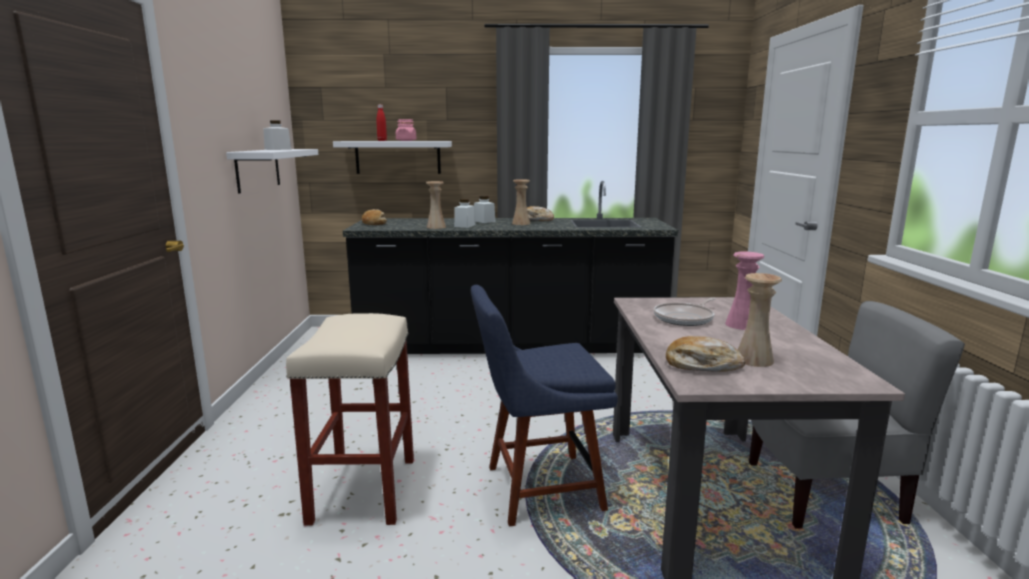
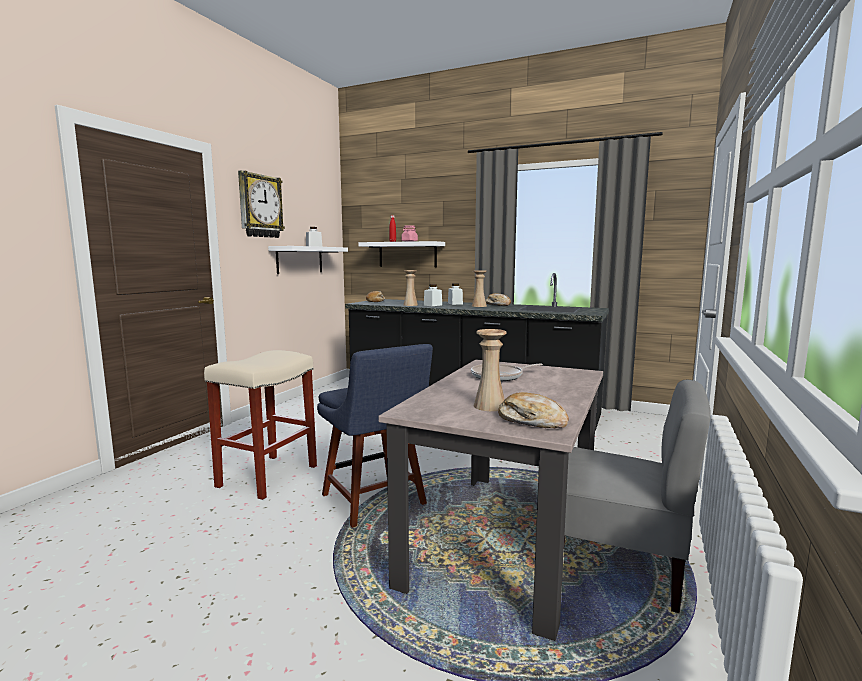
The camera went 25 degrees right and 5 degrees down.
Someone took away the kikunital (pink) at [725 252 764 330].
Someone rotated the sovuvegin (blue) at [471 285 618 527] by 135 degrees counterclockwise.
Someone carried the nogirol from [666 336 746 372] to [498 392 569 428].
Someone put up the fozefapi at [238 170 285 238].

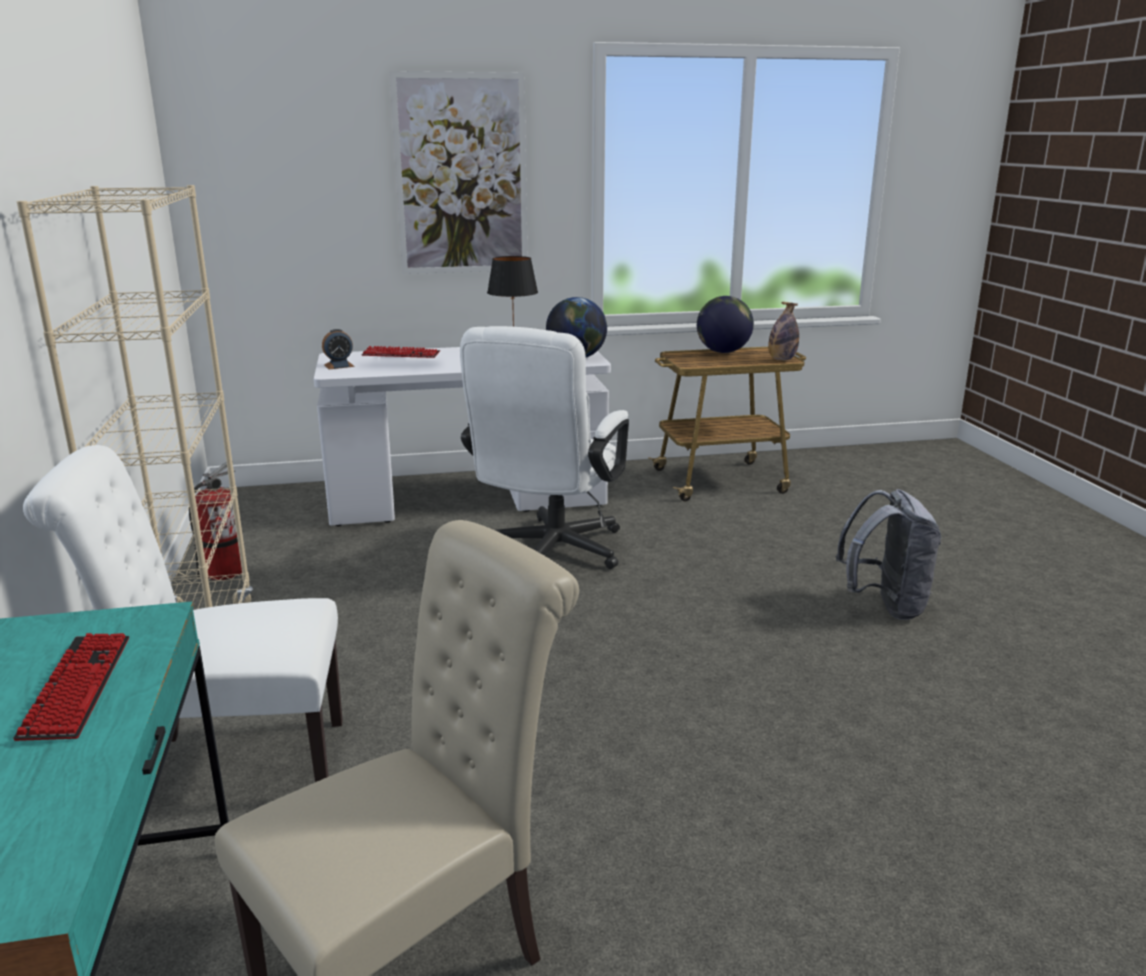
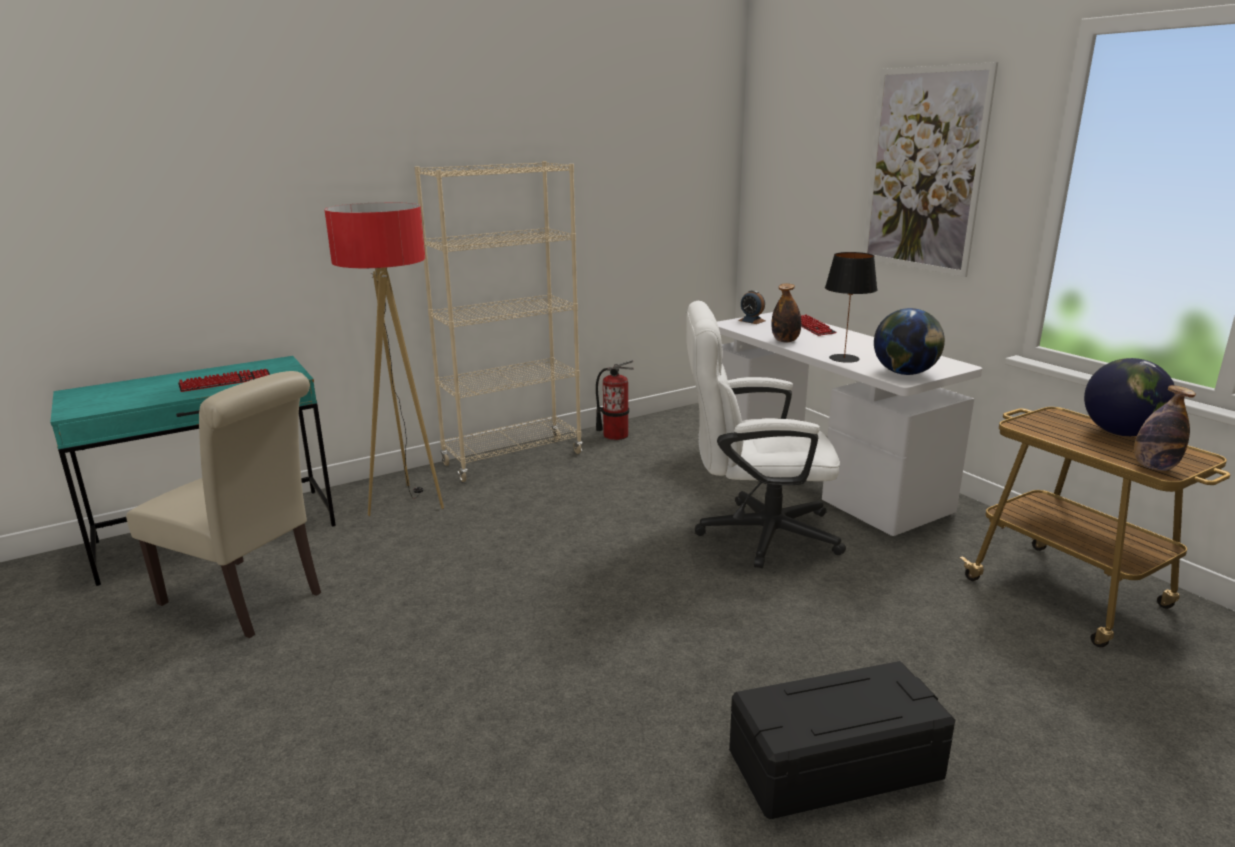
The camera went 70 degrees right and 0 degrees up.
Someone swapped the sovuvegin (white) at [23 445 343 782] for the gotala at [324 202 444 516].
Someone swapped the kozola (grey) at [836 489 941 620] for the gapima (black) at [729 661 955 819].
Someone put down the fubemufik at [771 283 801 342].

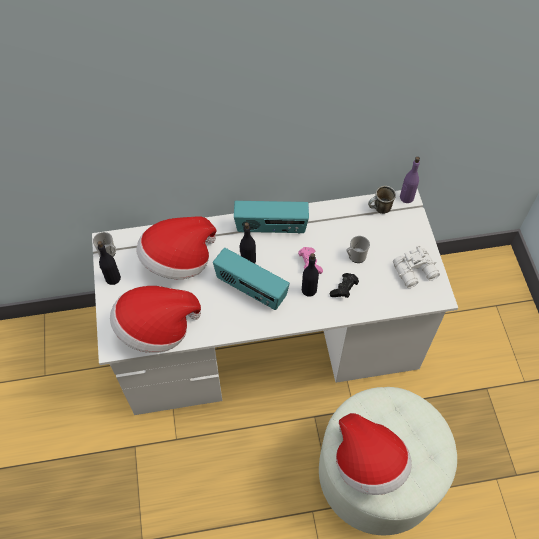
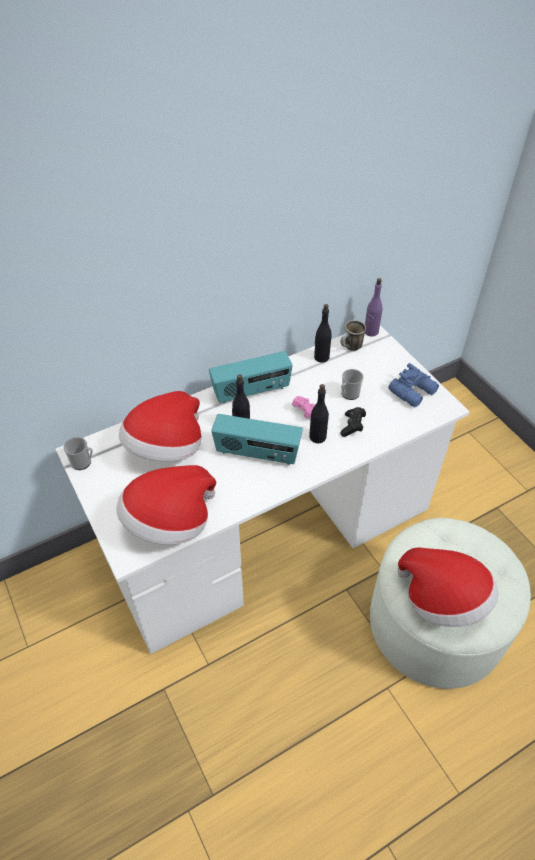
The camera went 20 degrees left and 10 degrees down.
Someone carried the fubemufik (black) from [97 241 121 285] to [314 304 332 363].
Someone repainted the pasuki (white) at [393 246 440 288], which became the pasuki (blue) at [388 363 439 407].

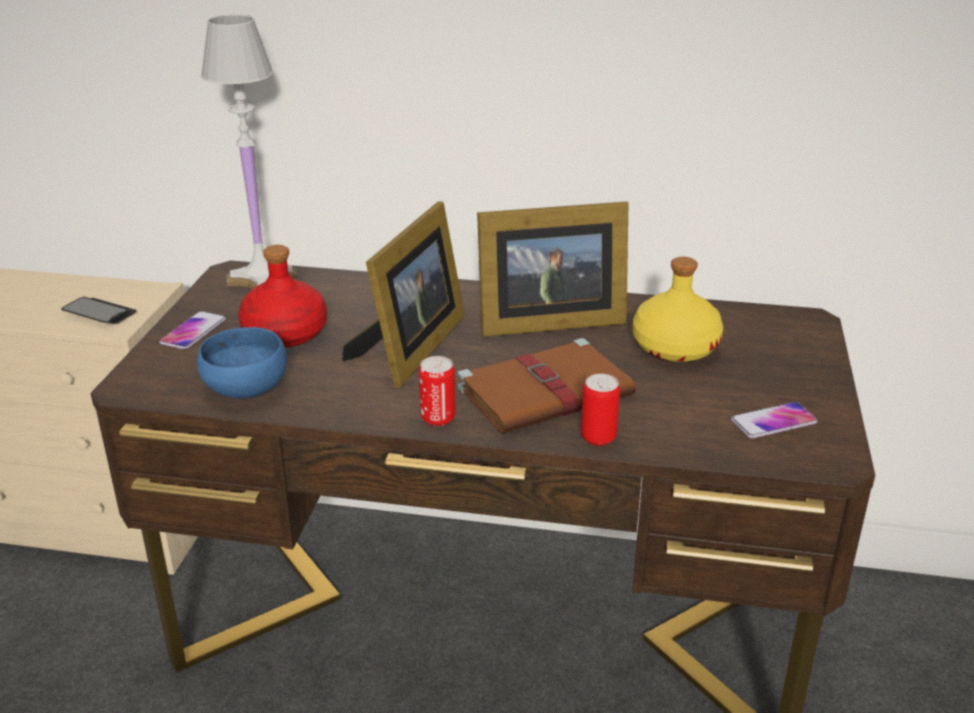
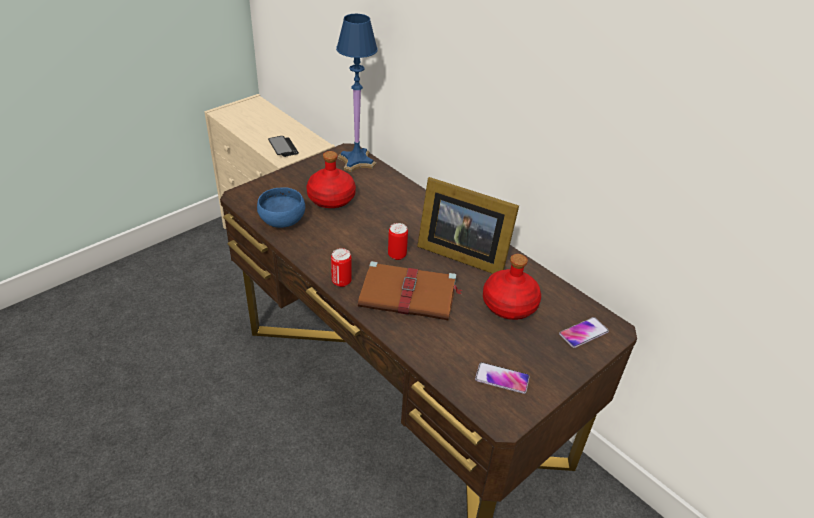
The camera went 35 degrees right and 10 degrees up.
Someone repainted the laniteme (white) at [201 14 297 289], which became the laniteme (blue) at [336 14 378 172].
Someone took away the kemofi at [342 201 465 388].
Someone repainted the fubemufik (yellow) at [633 257 723 362], which became the fubemufik (red) at [483 254 541 320].
Someone carried the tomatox from [159 311 226 349] to [559 317 609 348].
Someone carried the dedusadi from [581 374 620 446] to [388 223 408 260].

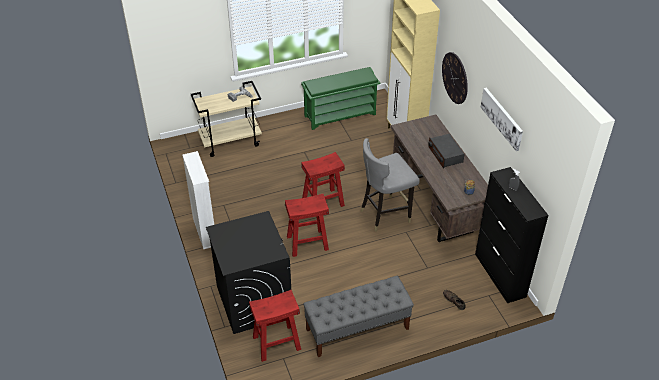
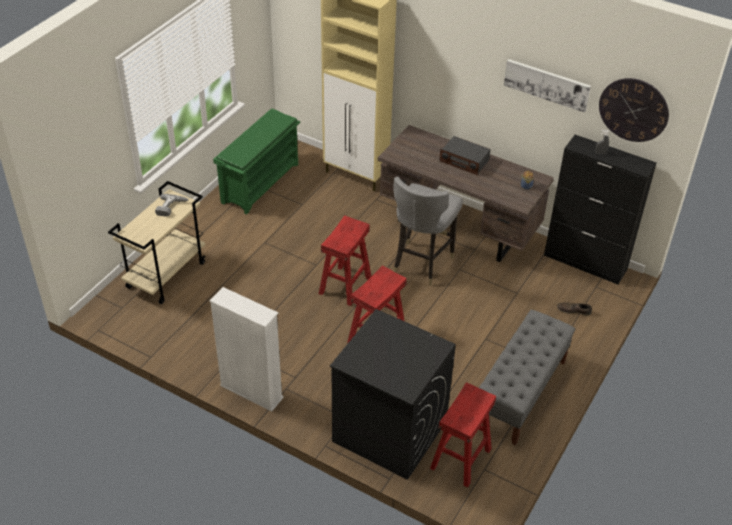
The camera went 40 degrees left and 0 degrees up.
Someone carried the fozefapi from [442 52 468 104] to [599 78 669 142].

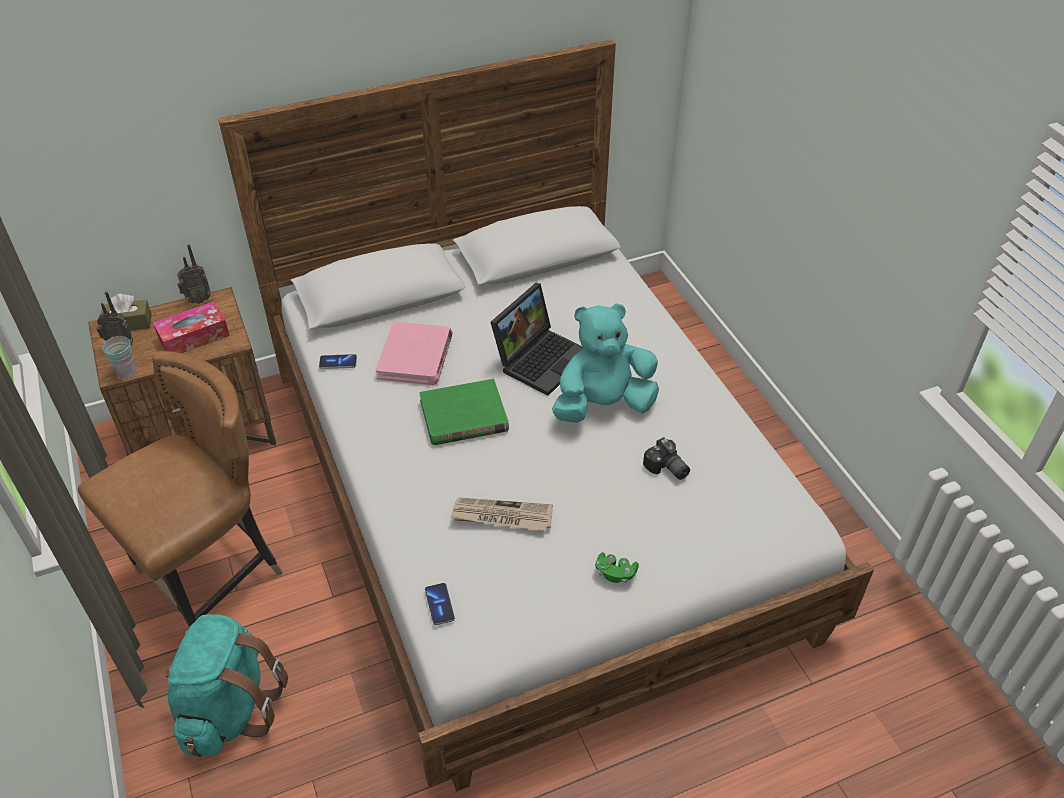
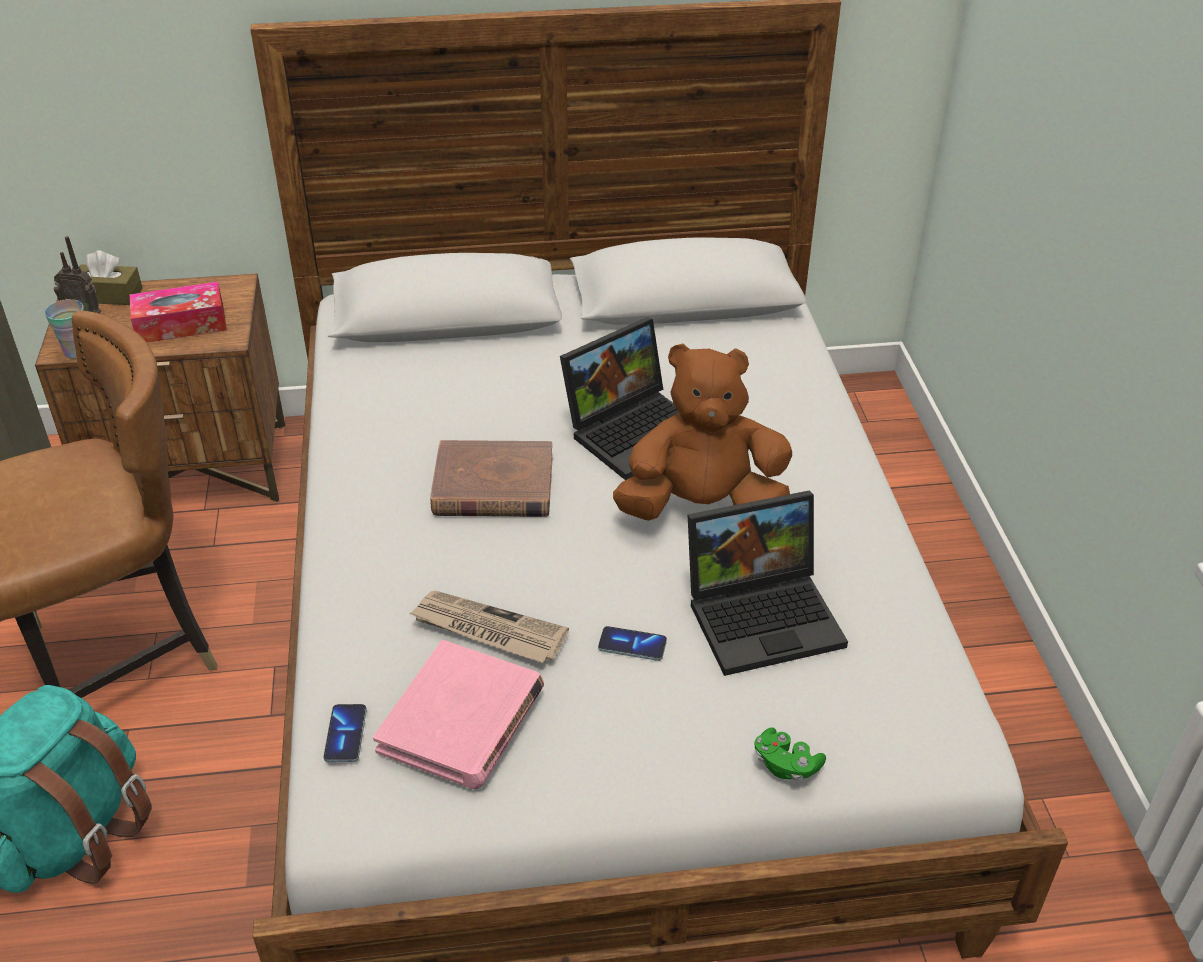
The camera went 15 degrees right and 5 degrees down.
Someone took away the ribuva at [177 244 211 304].
Someone repainted the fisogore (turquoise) at [552 303 659 423], which became the fisogore (brown) at [613 343 792 521].
Someone carried the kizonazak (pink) from [376 321 453 385] to [373 640 544 789].
Someone carried the tomatox from [319 354 357 369] to [598 626 667 661].
Someone repainted the kizonazak (green) at [420 379 509 445], which became the kizonazak (brown) at [430 440 553 517].
Someone swapped the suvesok at [643 437 690 480] for the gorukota at [688 491 848 676].
Someone carried the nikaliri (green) from [595 552 639 583] to [755 727 826 781].

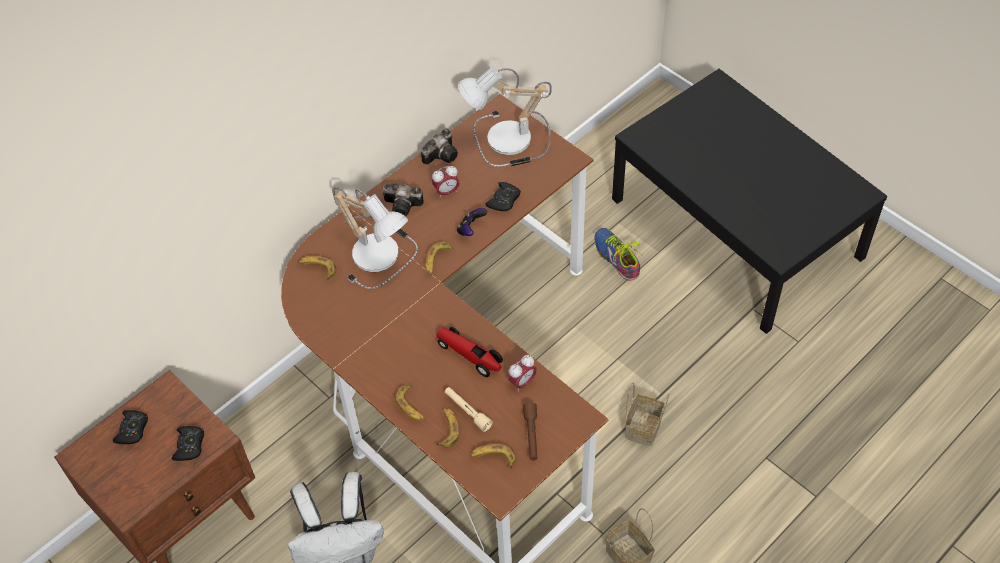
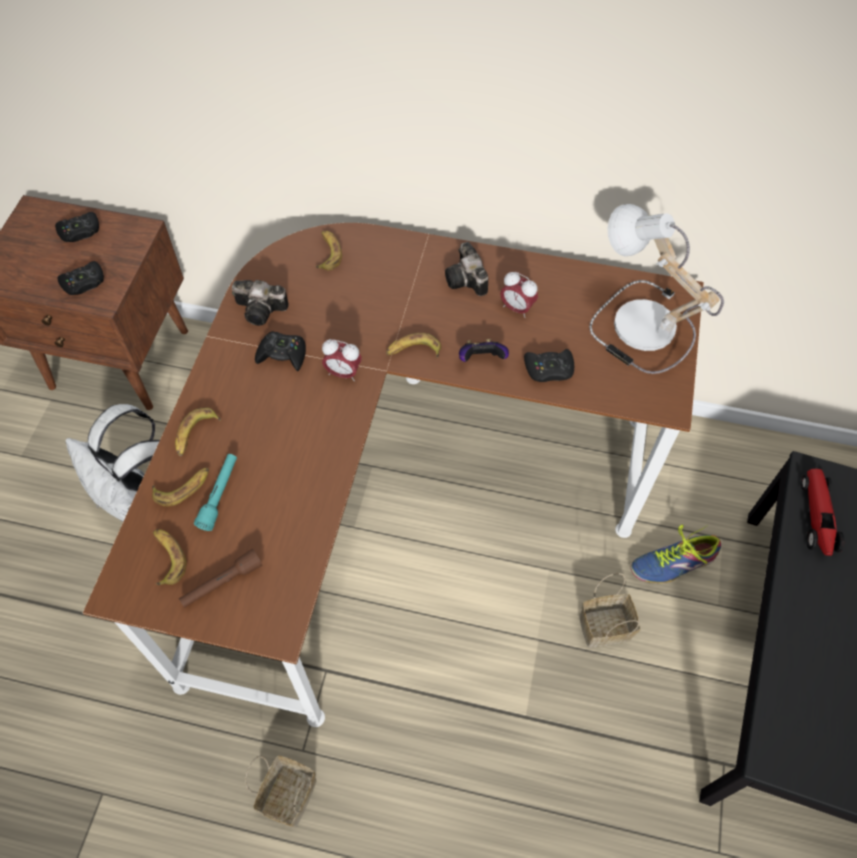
The camera went 55 degrees right and 5 degrees up.
Someone carried the suvesok from [421 129 458 165] to [232 280 289 326].
Someone took away the laniteme at [333 187 418 289].
Someone rotated the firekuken at [594 228 642 281] by 135 degrees counterclockwise.
Someone carried the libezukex from [436 327 503 377] to [801 469 844 556].
Someone carried the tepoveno from [507 355 537 392] to [322 339 362 381].
Someone carried the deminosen from [625 382 669 447] to [579 573 641 648].
Someone repainted the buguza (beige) at [445 387 493 432], which became the buguza (turquoise) at [194 454 237 531].
Someone put down the nikaliri (black) at [255 331 306 371].

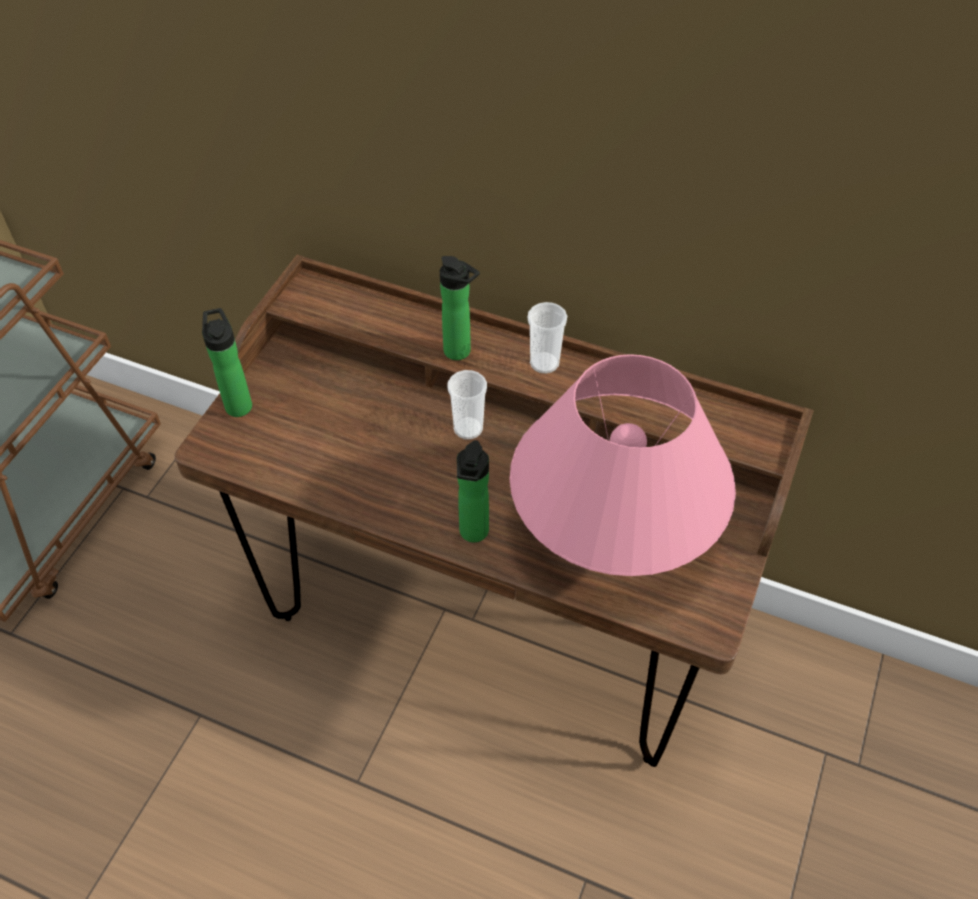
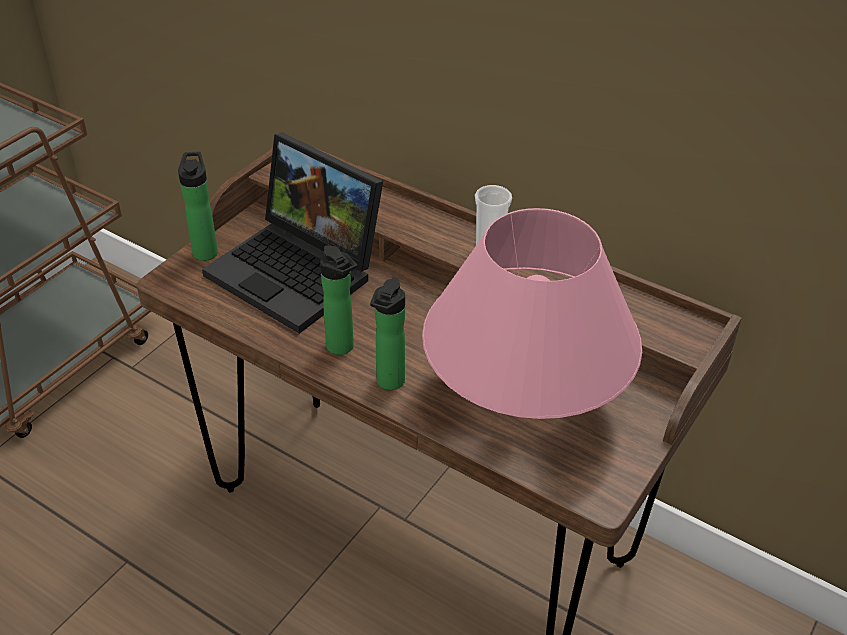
The camera went 10 degrees right and 10 degrees down.
Someone carried the fubemufik from [440 256 480 360] to [320 245 358 355].
Someone took away the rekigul at [447 370 487 440].
Someone put down the gorukota at [202 133 383 334].

